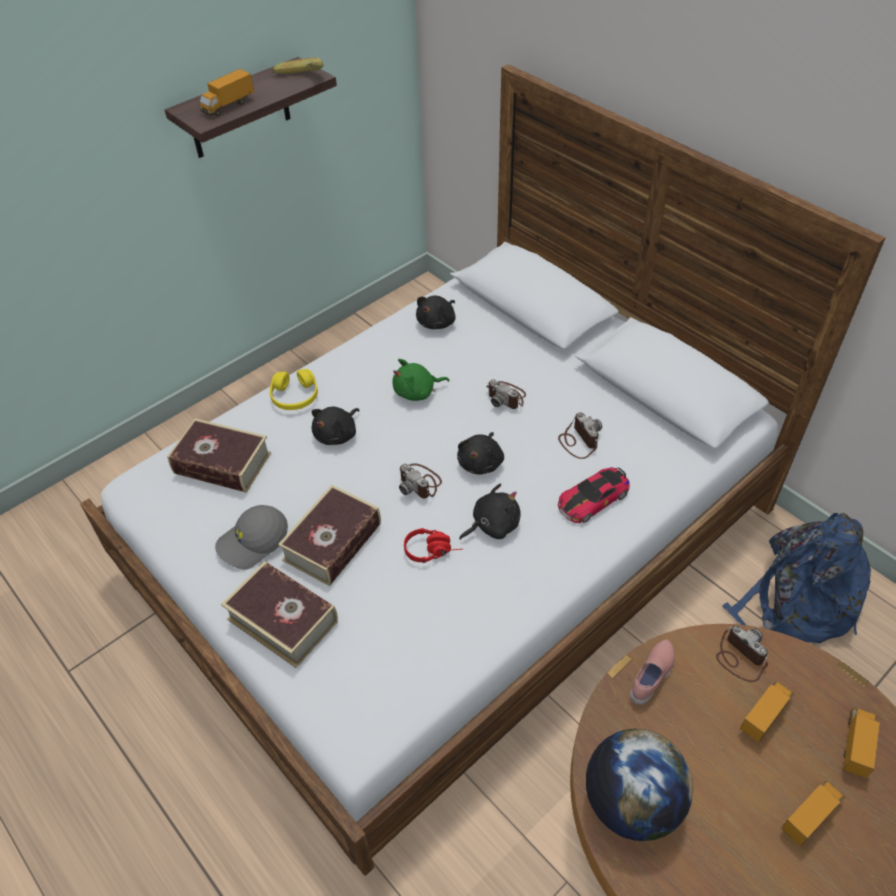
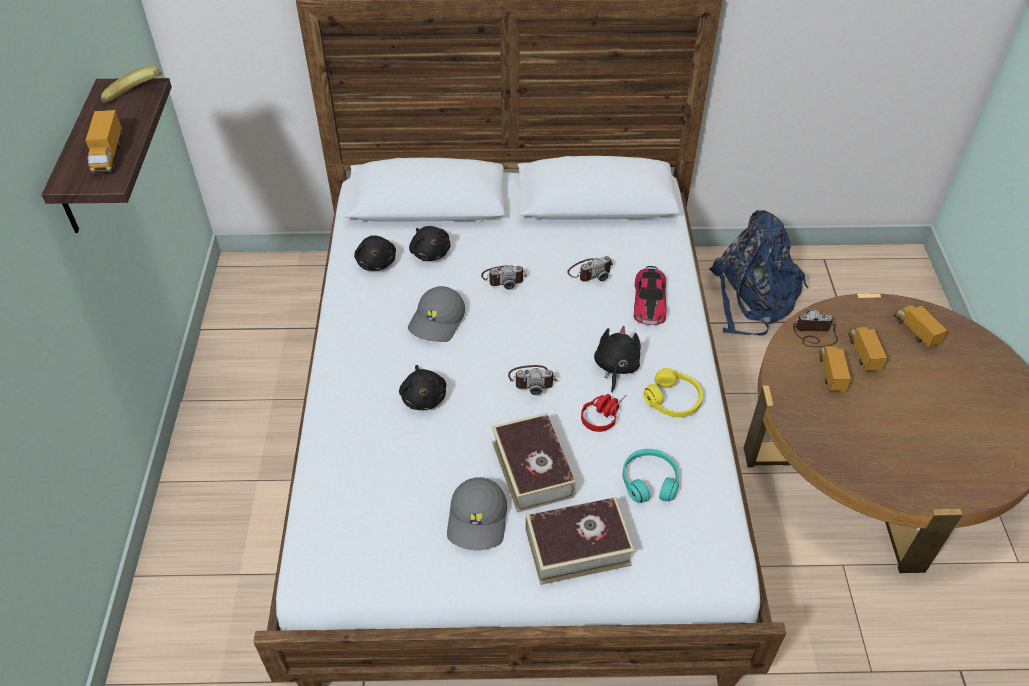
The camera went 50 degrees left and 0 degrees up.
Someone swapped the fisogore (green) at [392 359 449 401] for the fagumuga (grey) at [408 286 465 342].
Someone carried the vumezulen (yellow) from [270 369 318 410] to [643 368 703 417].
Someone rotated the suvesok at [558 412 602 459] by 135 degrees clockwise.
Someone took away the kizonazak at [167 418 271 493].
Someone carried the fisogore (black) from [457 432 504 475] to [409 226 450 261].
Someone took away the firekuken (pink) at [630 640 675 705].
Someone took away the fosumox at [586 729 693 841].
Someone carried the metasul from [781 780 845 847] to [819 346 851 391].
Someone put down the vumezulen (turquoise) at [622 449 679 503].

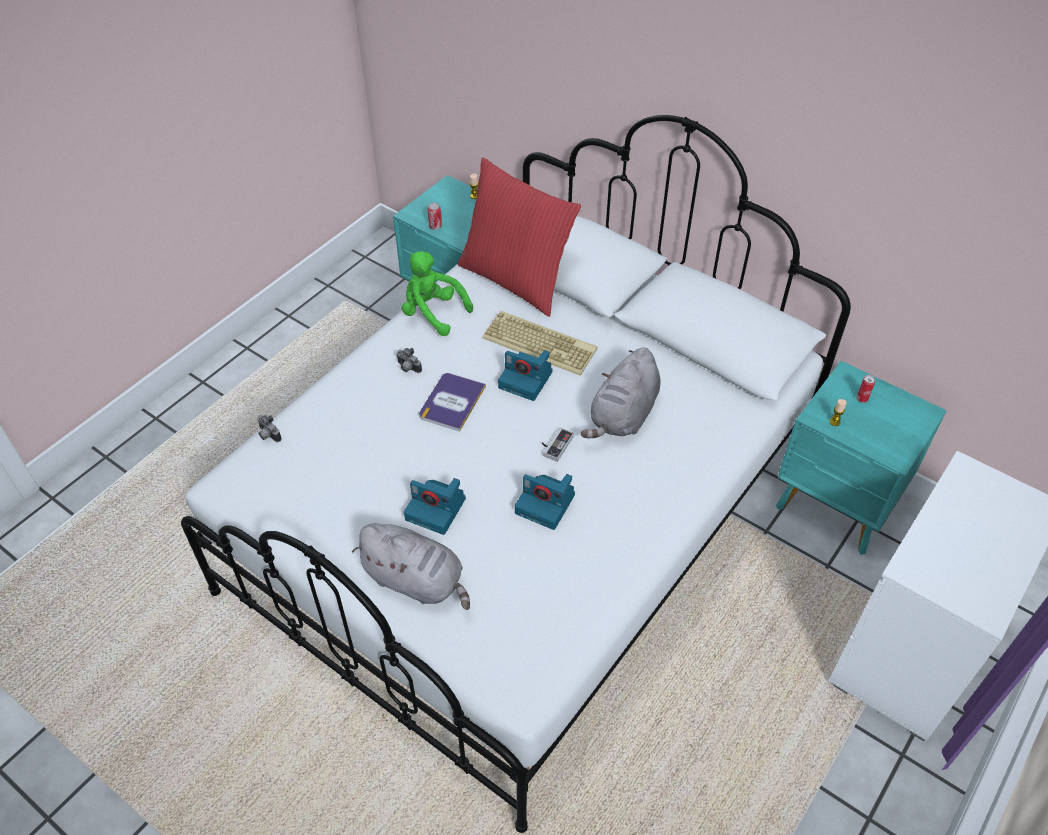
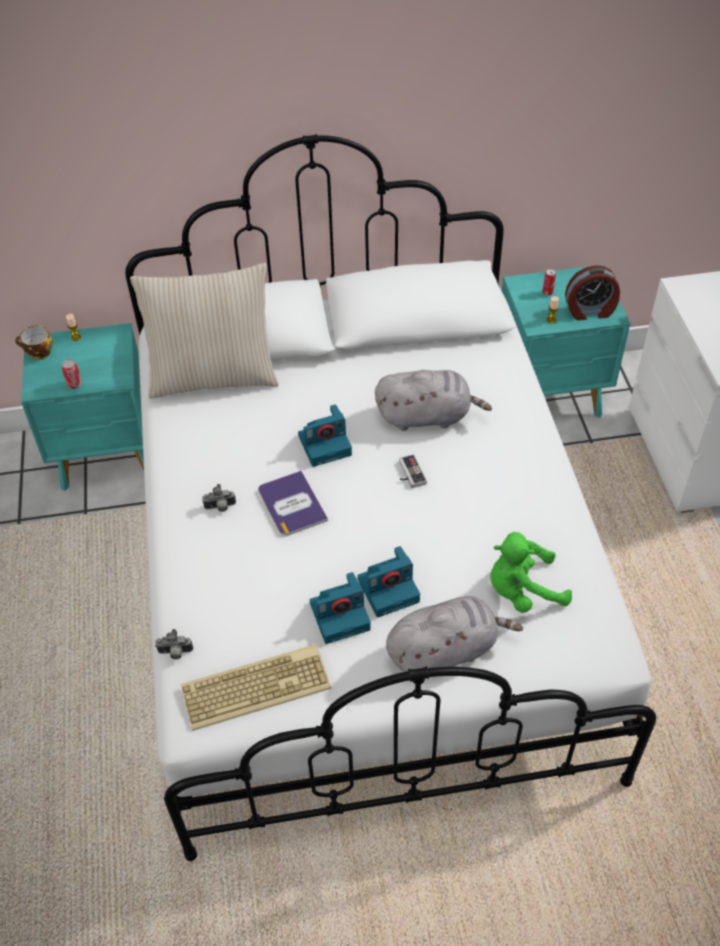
The camera went 45 degrees left and 0 degrees up.
Someone repainted the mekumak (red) at [458 158 581 317], which became the mekumak (beige) at [130 263 279 399].
Someone carried the fisogore (green) from [402 251 473 336] to [490 532 572 613].
Someone carried the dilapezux from [482 311 597 376] to [181 644 331 731].
Someone rotated the fisogore (grey) at [581 347 661 439] by 75 degrees counterclockwise.
Someone carried the suvesok from [515 474 575 530] to [310 572 371 644].
Someone put down the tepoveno at [565 265 620 321].
Someone put down the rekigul at [15 325 53 360].

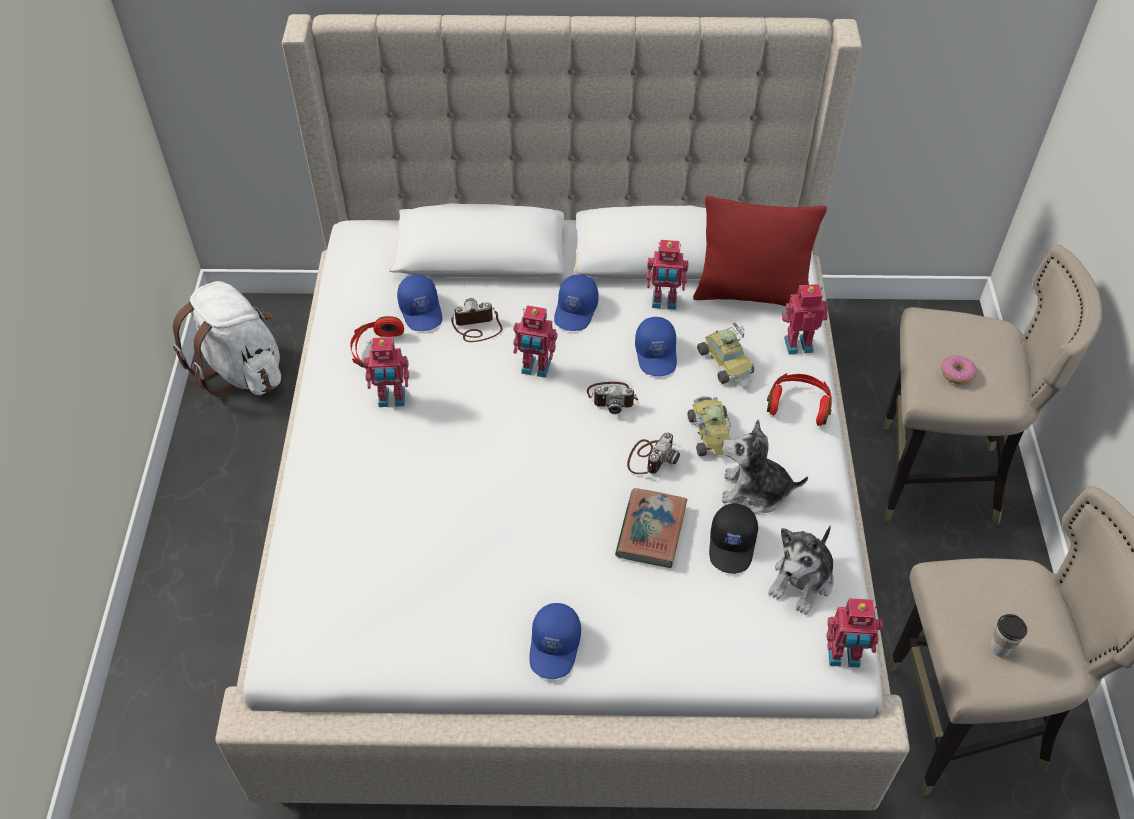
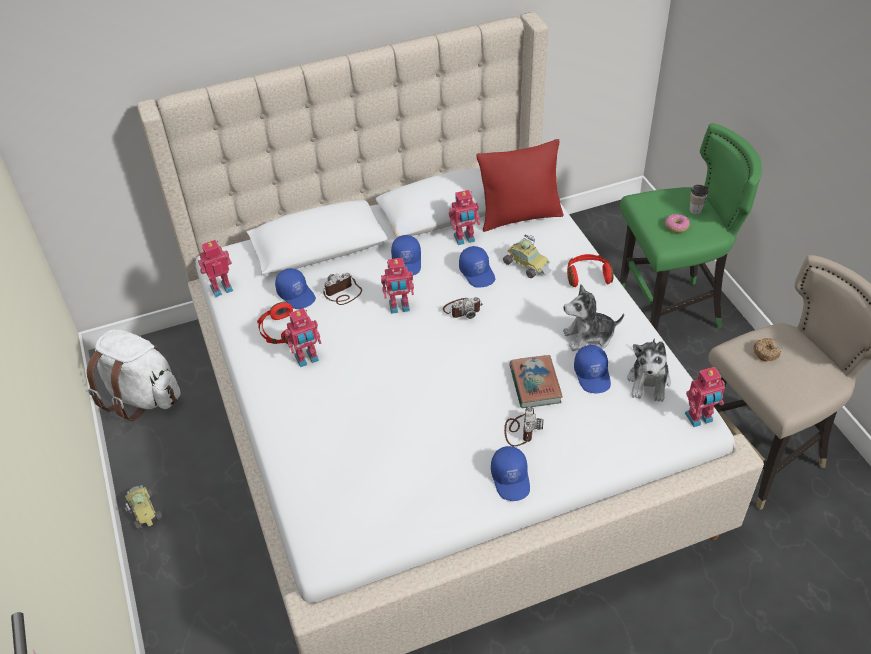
The camera went 20 degrees left and 5 degrees down.
Someone repainted the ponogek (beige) at [883 245 1102 525], which became the ponogek (green) at [620 123 762 331].
Someone carried the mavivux from [782 284 828 354] to [198 240 233 297].
Someone carried the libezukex from [687 396 731 456] to [124 485 163 530].
Someone carried the suvesok from [627 432 680 474] to [504 407 544 446].
Someone repainted the fagumuga (black) at [709 503 758 574], which became the fagumuga (blue) at [574 345 611 393].
Someone carried the rekigul from [990 614 1027 657] to [690 185 708 214].
Someone put down the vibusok at [753 338 781 361].

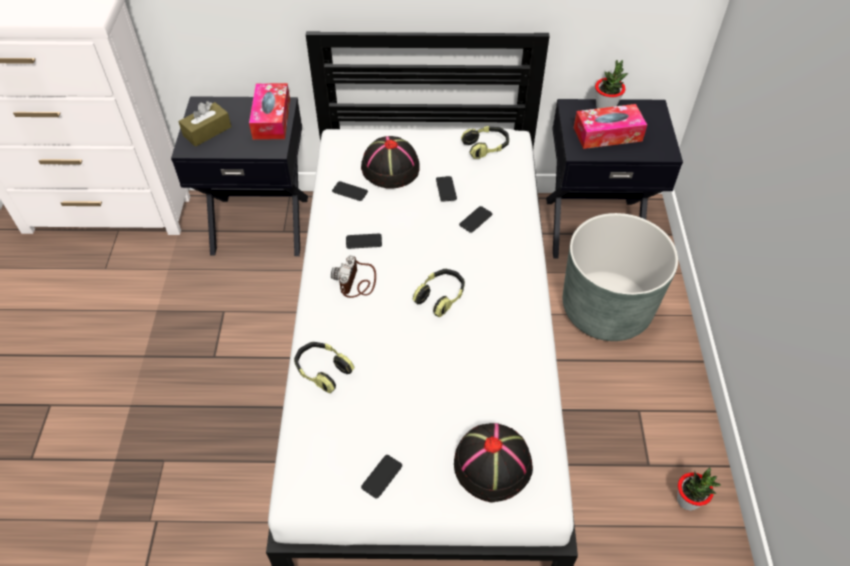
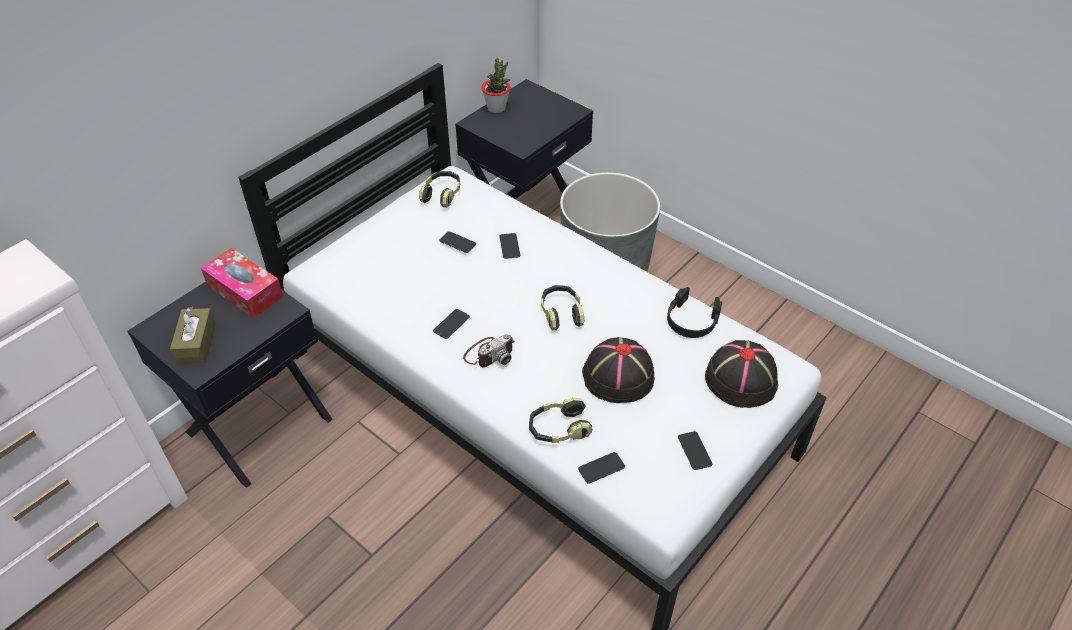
The camera went 50 degrees left and 5 degrees down.
Someone took away the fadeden at [574 104 647 149].
Someone carried the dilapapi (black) from [361 136 420 189] to [582 337 654 403].
Someone carried the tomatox from [332 181 368 201] to [578 452 625 484].
Someone rotated the suvesok at [331 255 376 298] by 90 degrees counterclockwise.
Someone took away the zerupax at [677 467 721 511].
Someone put down the vumezulen (black) at [667 287 722 338].

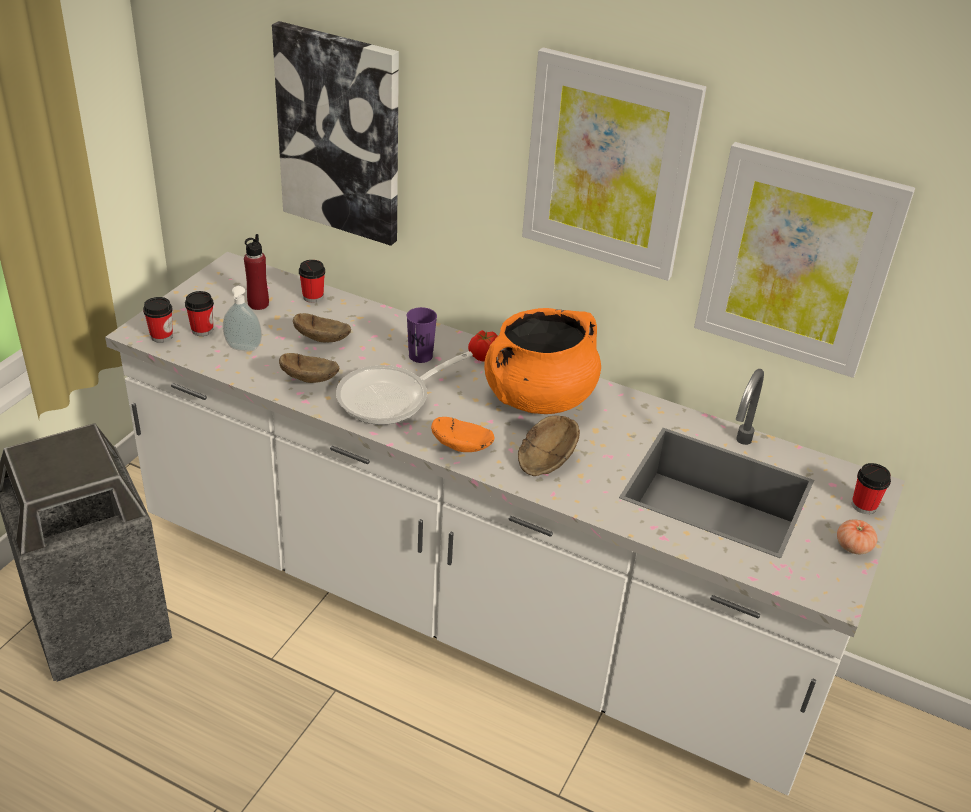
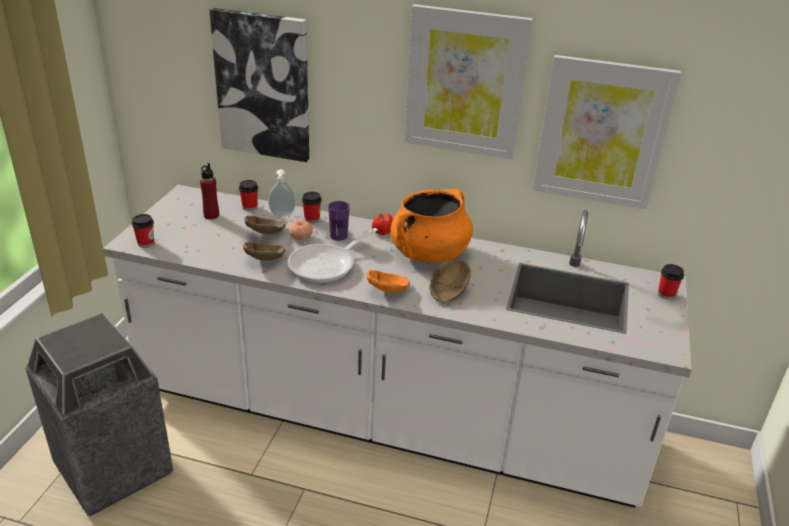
The camera went 10 degrees left and 5 degrees down.
Someone carried the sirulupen from [223 286 262 351] to [269 169 296 216].
Someone carried the rekigul from [185 291 214 336] to [302 192 322 223].
Someone carried the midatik from [837 519 877 554] to [289 220 313 240].

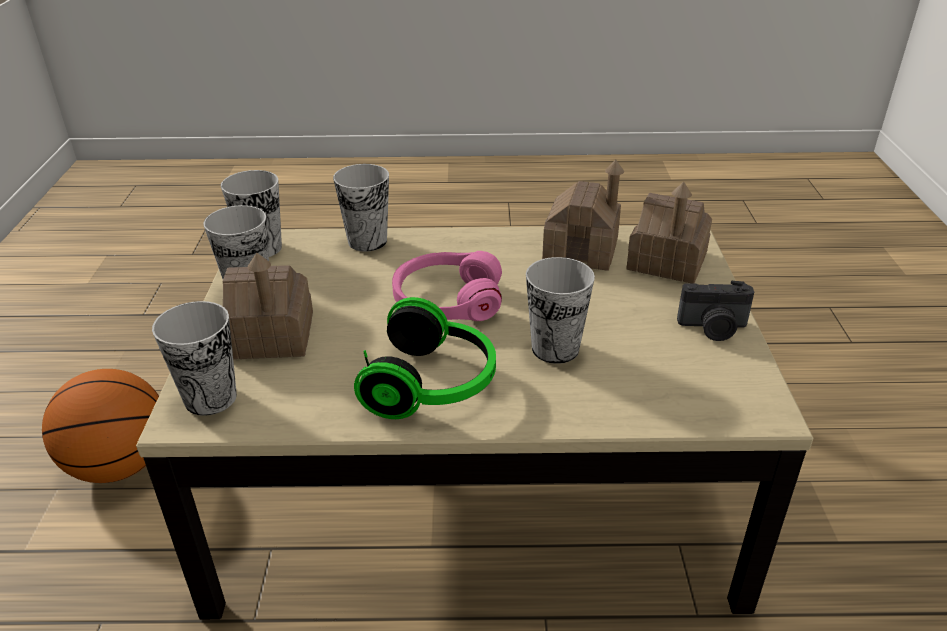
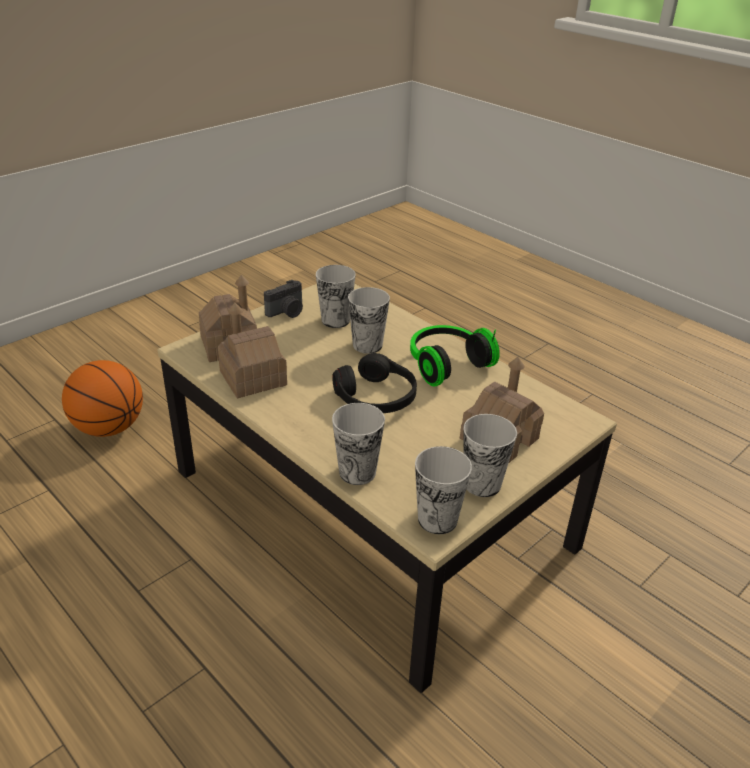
The camera went 135 degrees left and 0 degrees up.
Someone repainted the vumezulen (pink) at [392 251 502 321], which became the vumezulen (black) at [332 353 417 413].
Someone rotated the suvesok at [677 281 754 341] by 90 degrees clockwise.
Someone carried the rekigul from [152 301 237 416] to [316 265 356 328].
Someone carried the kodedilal from [42 369 159 483] to [62 360 143 437].

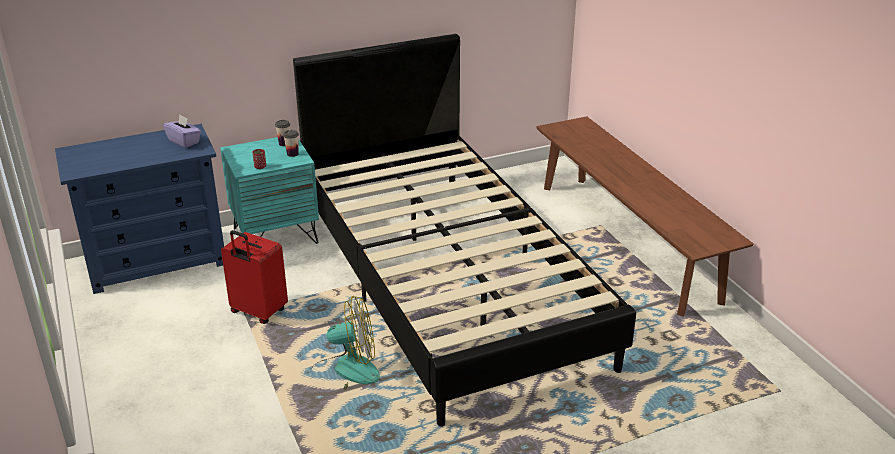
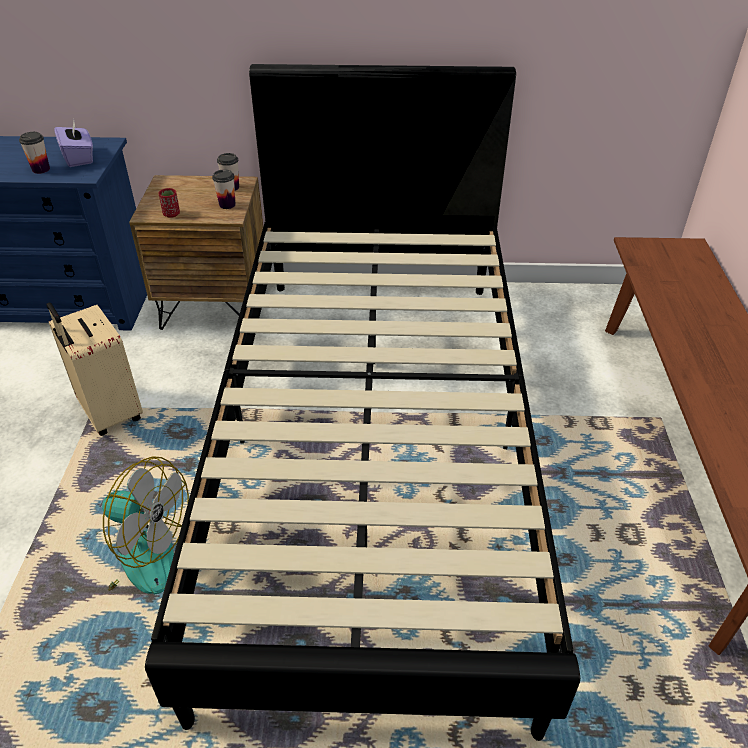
The camera went 25 degrees right and 10 degrees up.
Someone repainted the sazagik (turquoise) at [220 137 319 244], which became the sazagik (brown) at [129 175 263 330].
Someone repainted the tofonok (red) at [221 230 288 324], which became the tofonok (beige) at [47 303 143 436].
Someone put down the rekigul at [19 132 50 174].

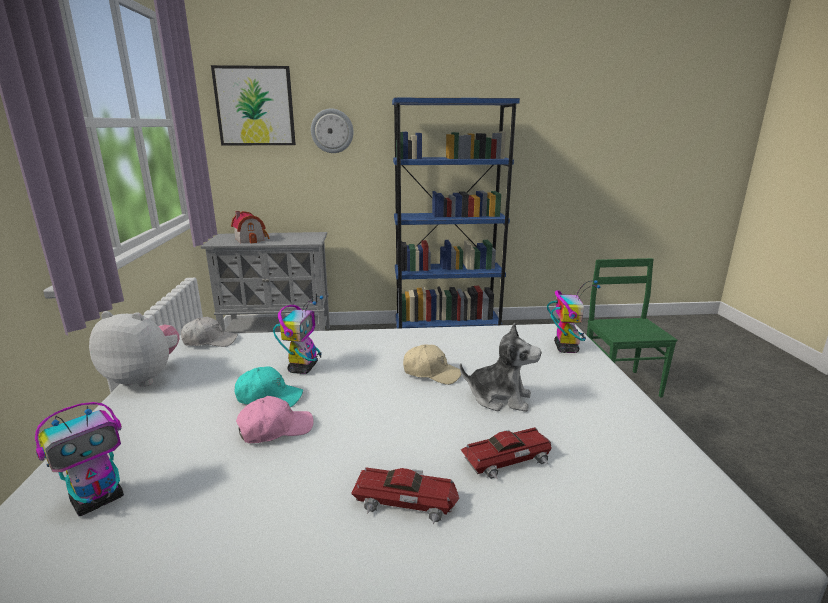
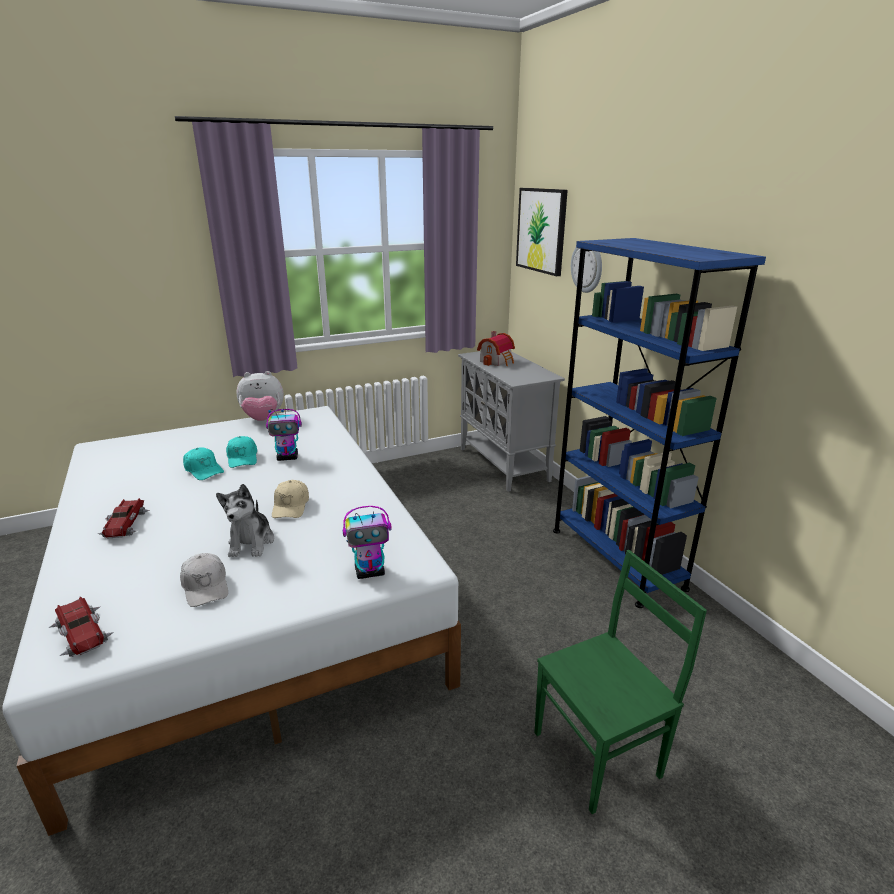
The camera went 70 degrees right and 5 degrees up.
Someone rotated the fisogore at [89 311 180 387] by 90 degrees clockwise.
Someone carried the fagumuga (white) from [181 317 238 347] to [180 553 228 607].
Someone repainted the fagumuga (pink) at [236 396 313 443], which became the fagumuga (turquoise) at [183 447 224 480].
Someone took away the mavivux at [35 402 124 516].
Someone carried the libezukex from [461 427 552 479] to [49 597 114 657].

